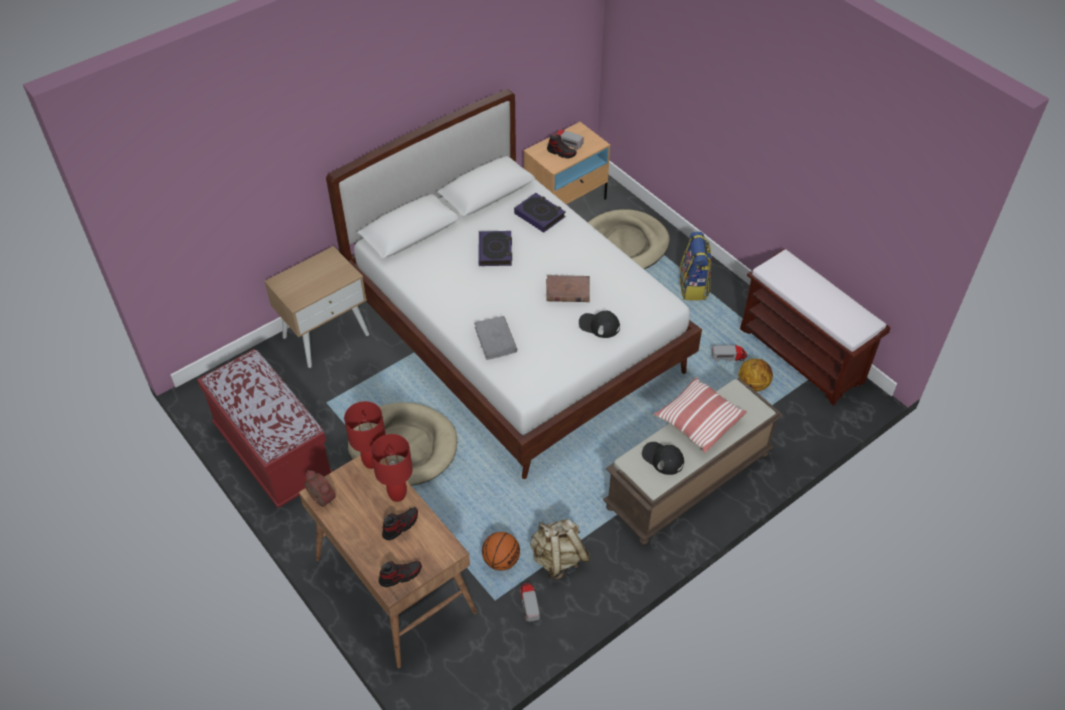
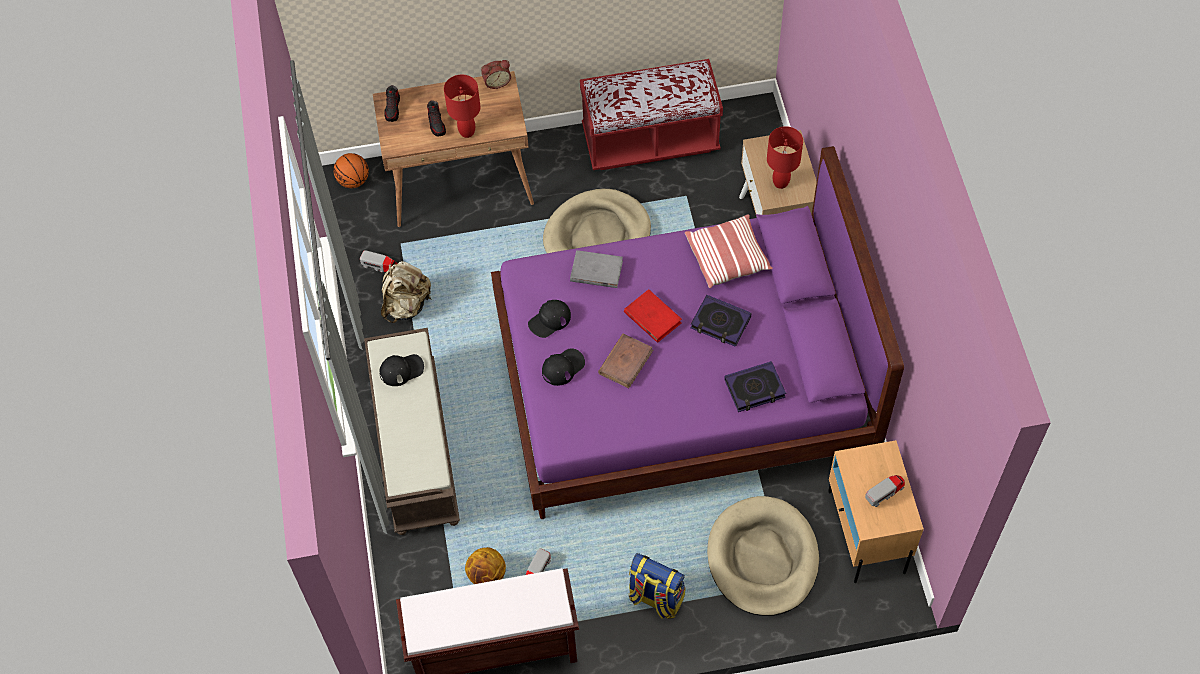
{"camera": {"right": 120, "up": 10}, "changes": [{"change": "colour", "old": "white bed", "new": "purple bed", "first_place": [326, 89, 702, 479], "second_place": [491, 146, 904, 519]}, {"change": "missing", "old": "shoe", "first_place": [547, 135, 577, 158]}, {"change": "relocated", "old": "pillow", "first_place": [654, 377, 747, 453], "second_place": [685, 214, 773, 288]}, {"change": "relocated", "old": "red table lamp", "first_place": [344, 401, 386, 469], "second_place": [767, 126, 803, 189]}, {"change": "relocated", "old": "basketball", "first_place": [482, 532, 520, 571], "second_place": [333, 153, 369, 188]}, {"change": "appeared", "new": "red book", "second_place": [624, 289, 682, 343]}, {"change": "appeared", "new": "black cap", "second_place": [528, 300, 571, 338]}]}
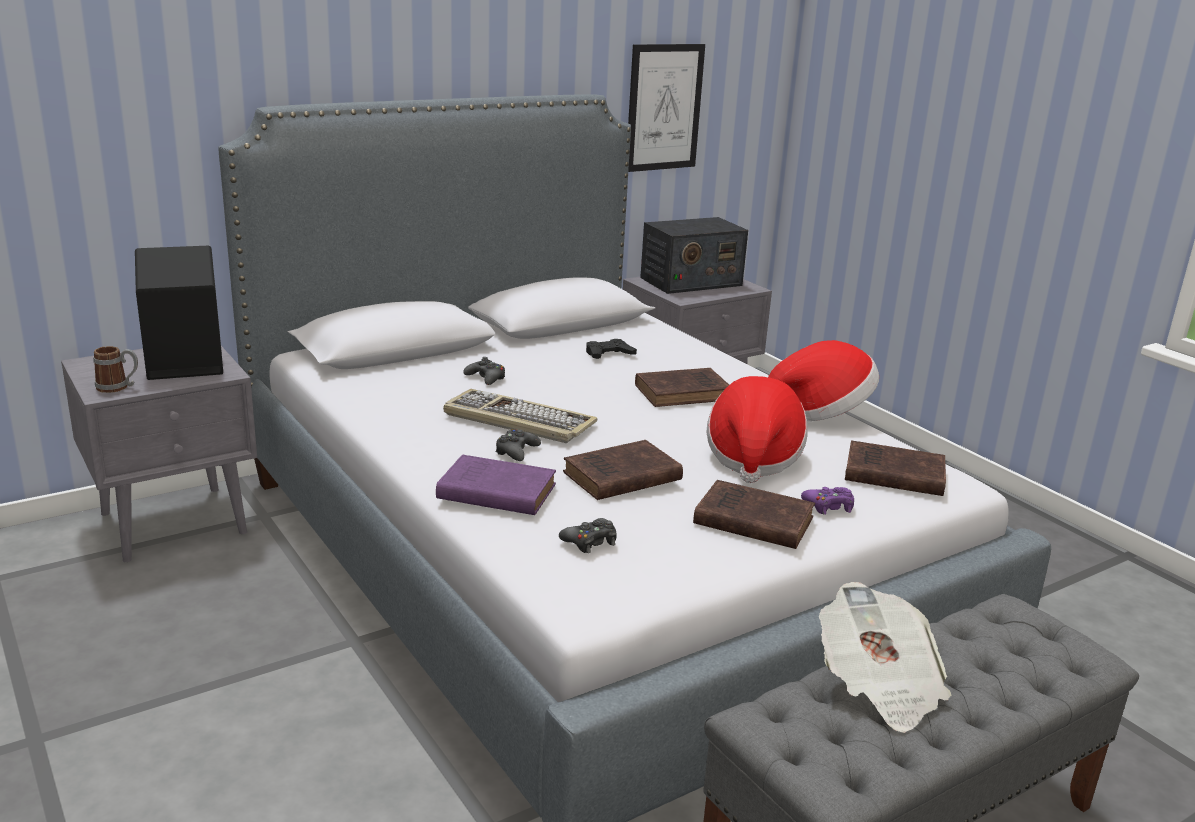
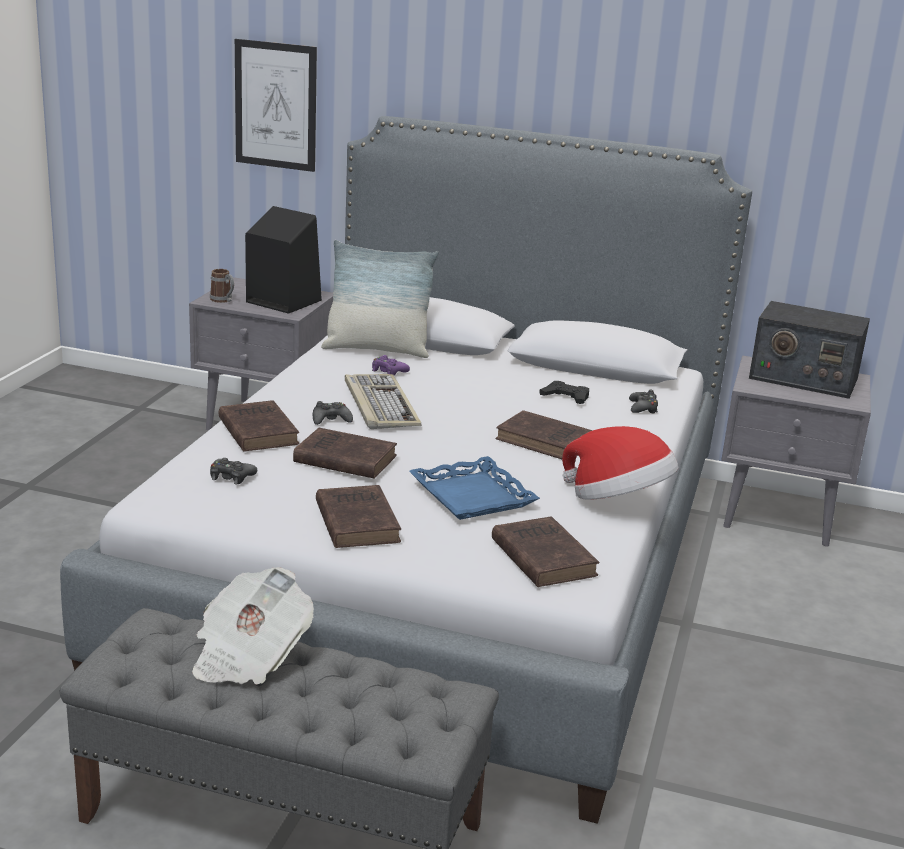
{"camera": {"right": 50, "up": 0}, "changes": [{"change": "relocated", "old": "picture", "first_place": [628, 44, 705, 172], "second_place": [235, 39, 317, 172]}, {"change": "relocated", "old": "black game controller", "first_place": [463, 357, 505, 385], "second_place": [629, 390, 658, 413]}, {"change": "exchanged", "old": "hat", "new": "blue tray", "first_place": [707, 376, 808, 483], "second_place": [409, 456, 540, 520]}, {"change": "colour", "old": "purple book", "new": "brown book", "first_place": [436, 455, 556, 515], "second_place": [219, 400, 299, 452]}, {"change": "relocated", "old": "purple game controller", "first_place": [801, 487, 854, 515], "second_place": [372, 355, 410, 375]}, {"change": "appeared", "new": "pillow", "second_place": [321, 240, 439, 358]}]}
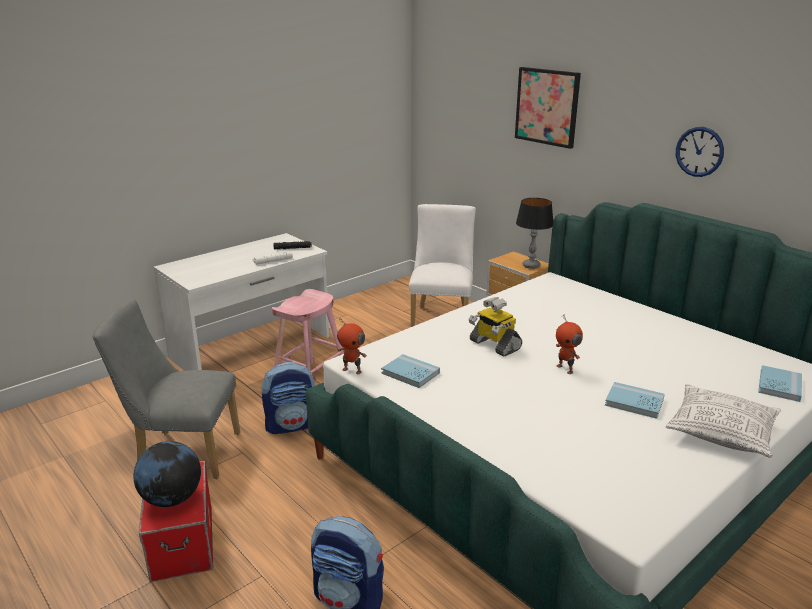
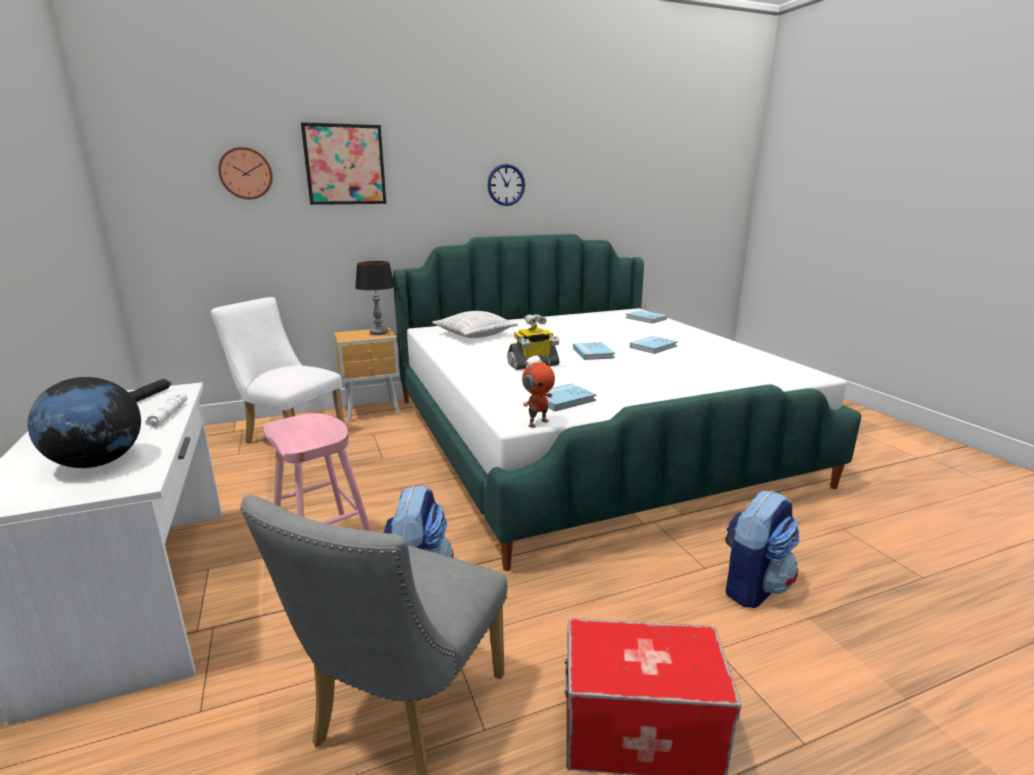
{"camera": {"right": -70, "up": -5}, "changes": [{"change": "exchanged", "old": "toy robot", "new": "blue book", "first_place": [556, 315, 583, 374], "second_place": [573, 342, 615, 360]}, {"change": "relocated", "old": "pillow", "first_place": [666, 384, 781, 458], "second_place": [432, 311, 518, 338]}, {"change": "relocated", "old": "globe", "first_place": [133, 441, 201, 507], "second_place": [28, 377, 141, 468]}, {"change": "appeared", "new": "wall clock", "second_place": [218, 147, 273, 199]}]}
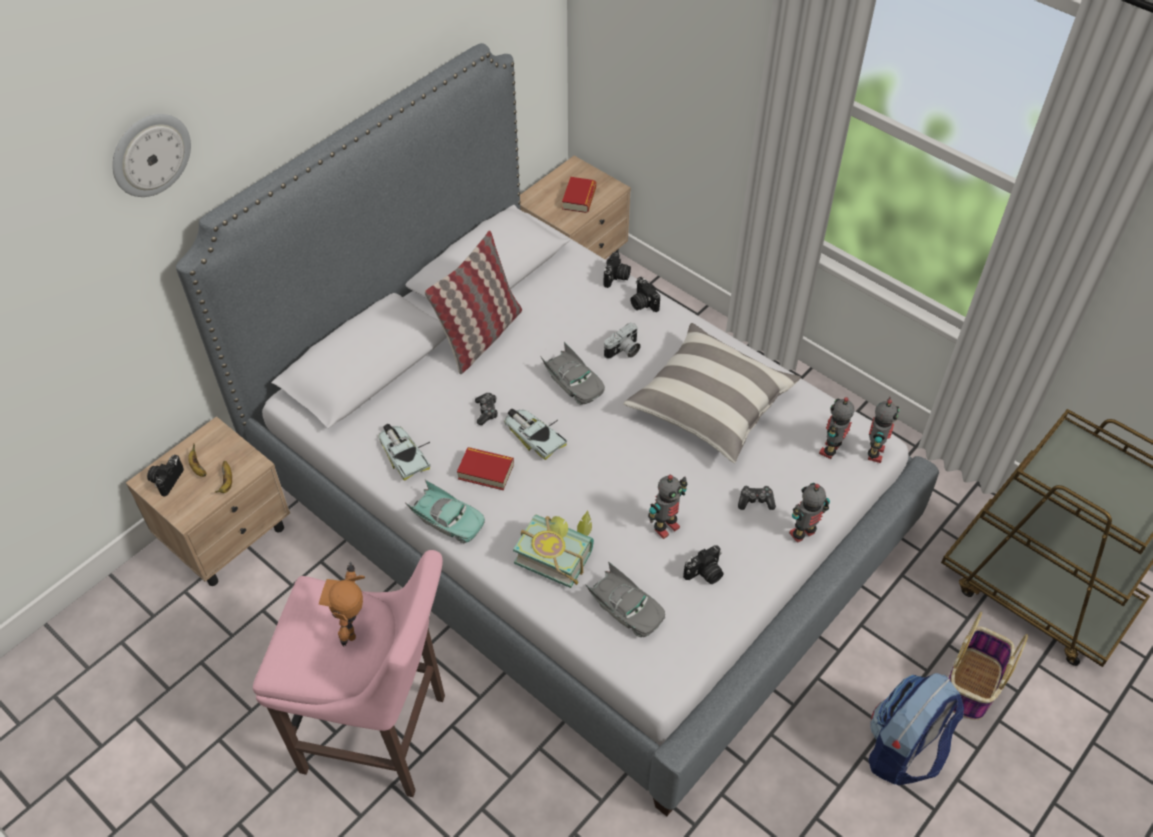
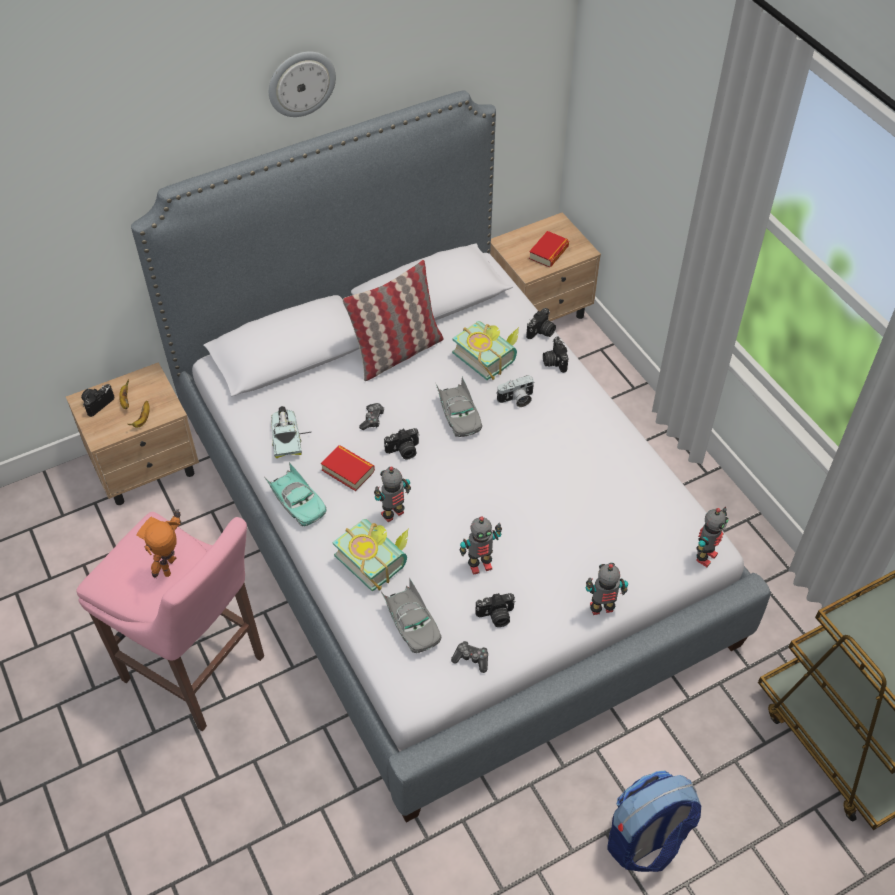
{"camera": {"right": 20, "up": 0}, "changes": [{"change": "relocated", "old": "wall clock", "first_place": [112, 114, 191, 197], "second_place": [269, 52, 336, 117]}, {"change": "missing", "old": "pillow", "first_place": [624, 323, 801, 463]}, {"change": "relocated", "old": "toy robot", "first_place": [819, 397, 855, 459], "second_place": [374, 466, 411, 522]}, {"change": "exchanged", "old": "toy car", "new": "photo camera", "first_place": [504, 409, 568, 460], "second_place": [384, 428, 419, 460]}, {"change": "relocated", "old": "game controller", "first_place": [738, 486, 776, 510], "second_place": [451, 641, 488, 673]}, {"change": "missing", "old": "basket", "first_place": [948, 612, 1028, 720]}, {"change": "appeared", "new": "book", "second_place": [452, 321, 519, 380]}]}
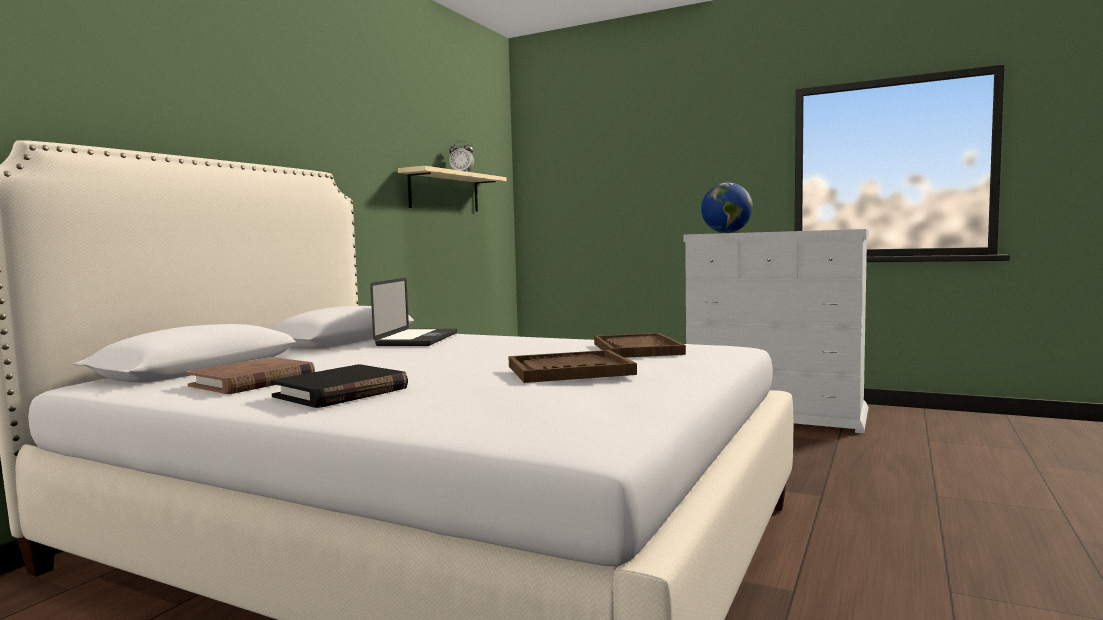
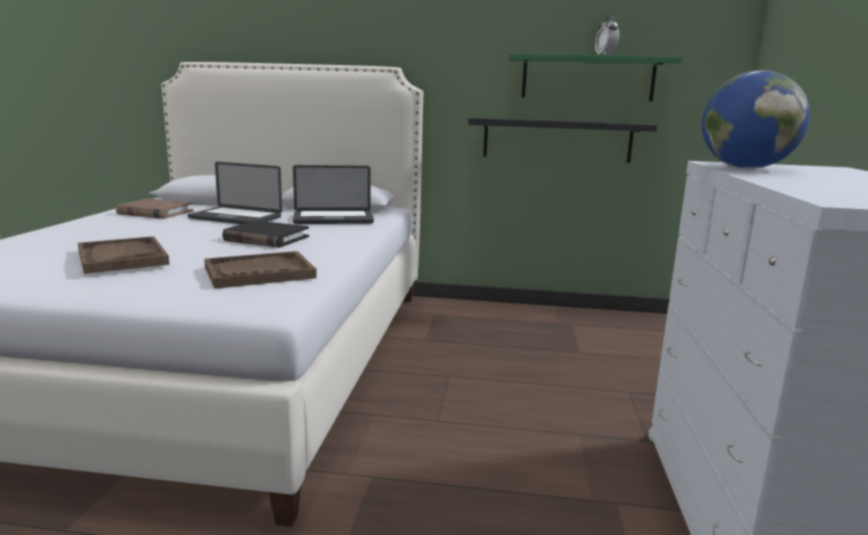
{"camera": {"right": 70, "up": 10}, "changes": [{"change": "colour", "old": "beige shelf", "new": "green shelf", "first_place": [398, 166, 507, 212], "second_place": [509, 53, 682, 101]}, {"change": "relocated", "old": "black book", "first_place": [271, 364, 408, 408], "second_place": [222, 220, 309, 248]}, {"change": "appeared", "new": "black shelf", "second_place": [468, 117, 658, 163]}, {"change": "appeared", "new": "laptop", "second_place": [188, 162, 282, 224]}]}
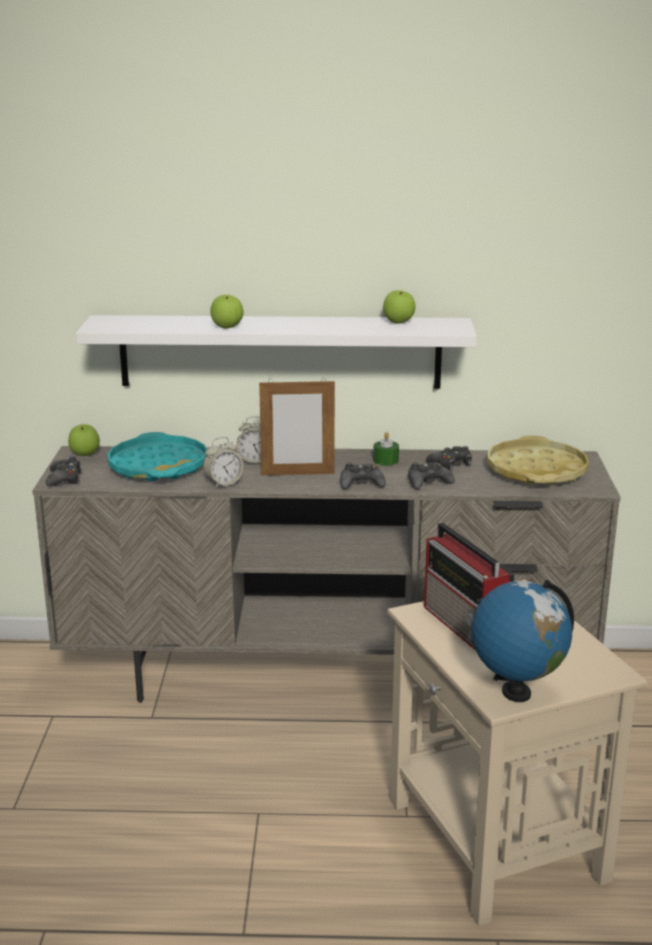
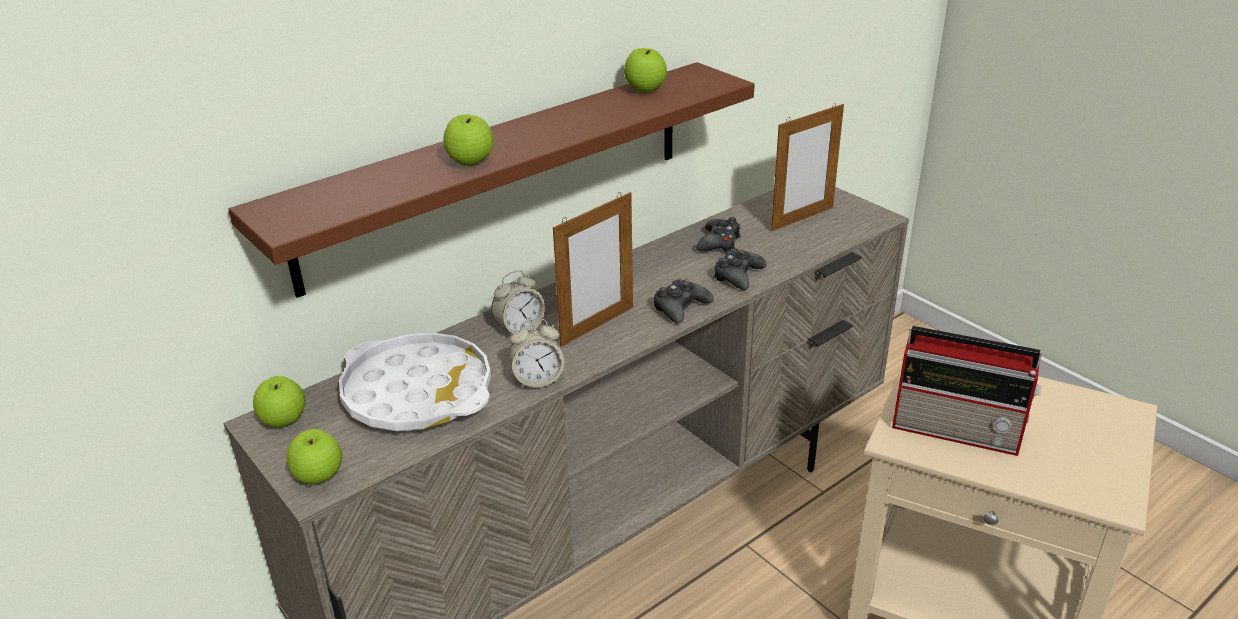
{"camera": {"right": -40, "up": 10}, "changes": [{"change": "colour", "old": "white shelf", "new": "brown shelf", "first_place": [76, 315, 477, 389], "second_place": [228, 62, 755, 298]}, {"change": "colour", "old": "turquoise tray", "new": "white tray", "first_place": [107, 432, 207, 481], "second_place": [339, 333, 491, 432]}, {"change": "missing", "old": "green candle", "first_place": [373, 432, 399, 466]}, {"change": "exchanged", "old": "yellow tray", "new": "picture frame", "first_place": [487, 436, 589, 486], "second_place": [771, 103, 844, 231]}, {"change": "spun", "old": "alarm clock", "first_place": [203, 437, 243, 489], "second_place": [510, 318, 564, 388], "degrees": 60}, {"change": "exchanged", "old": "black game controller", "new": "apple", "first_place": [46, 456, 82, 486], "second_place": [287, 429, 343, 484]}, {"change": "missing", "old": "globe", "first_place": [471, 580, 574, 702]}]}
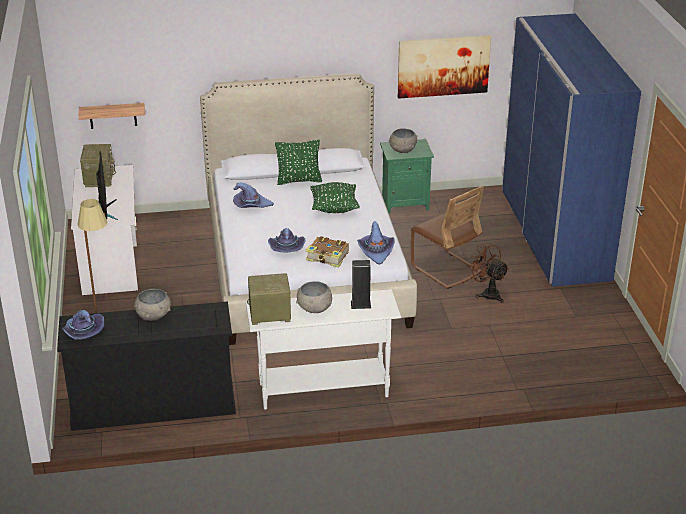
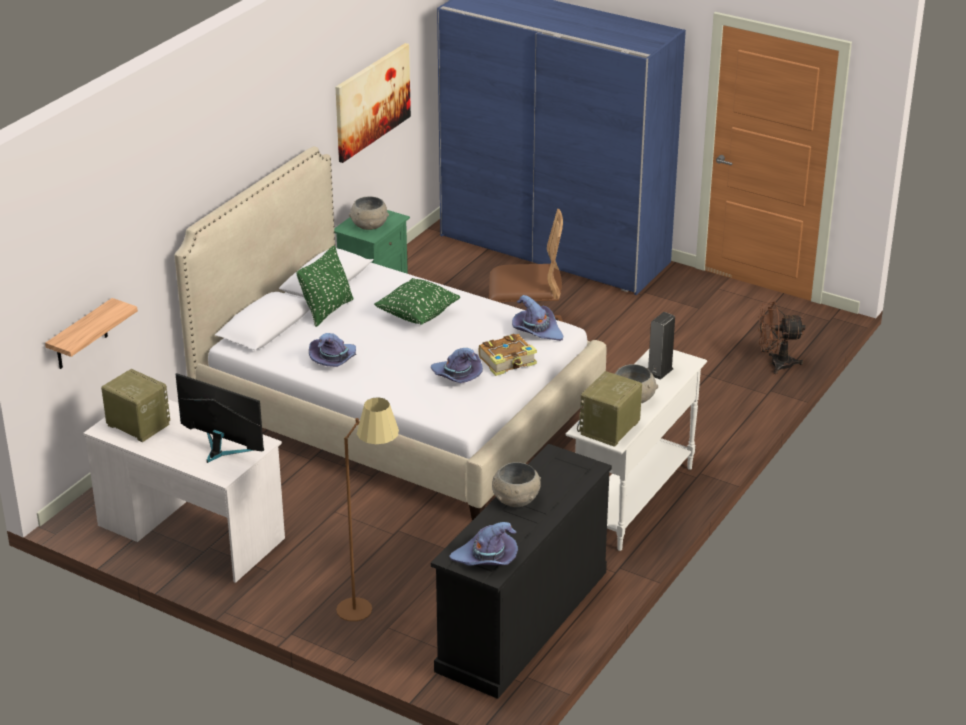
{"camera": {"right": -50, "up": 0}, "changes": [{"change": "relocated", "old": "brown fan", "first_place": [466, 242, 509, 303], "second_place": [758, 302, 806, 374]}]}
